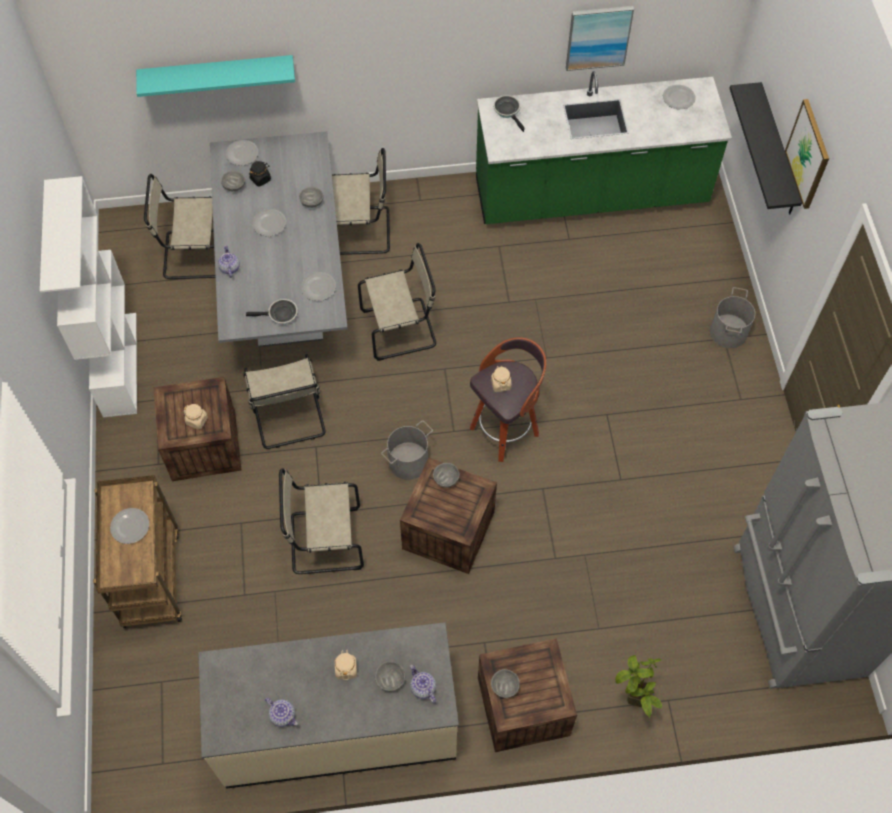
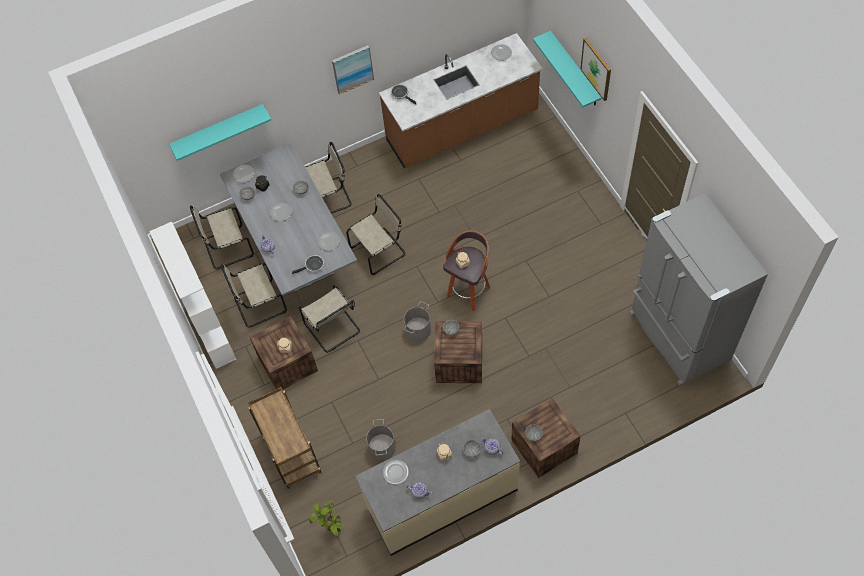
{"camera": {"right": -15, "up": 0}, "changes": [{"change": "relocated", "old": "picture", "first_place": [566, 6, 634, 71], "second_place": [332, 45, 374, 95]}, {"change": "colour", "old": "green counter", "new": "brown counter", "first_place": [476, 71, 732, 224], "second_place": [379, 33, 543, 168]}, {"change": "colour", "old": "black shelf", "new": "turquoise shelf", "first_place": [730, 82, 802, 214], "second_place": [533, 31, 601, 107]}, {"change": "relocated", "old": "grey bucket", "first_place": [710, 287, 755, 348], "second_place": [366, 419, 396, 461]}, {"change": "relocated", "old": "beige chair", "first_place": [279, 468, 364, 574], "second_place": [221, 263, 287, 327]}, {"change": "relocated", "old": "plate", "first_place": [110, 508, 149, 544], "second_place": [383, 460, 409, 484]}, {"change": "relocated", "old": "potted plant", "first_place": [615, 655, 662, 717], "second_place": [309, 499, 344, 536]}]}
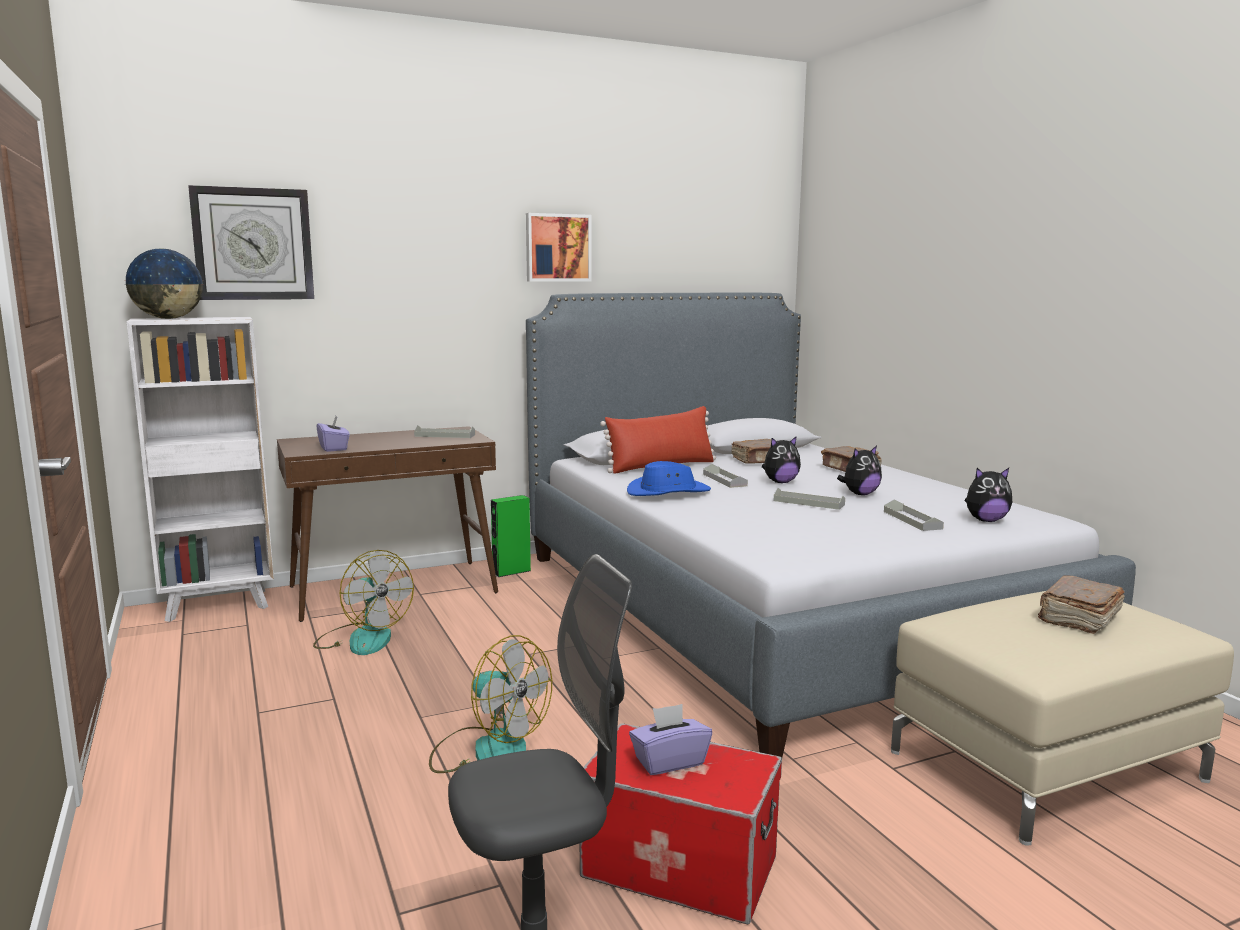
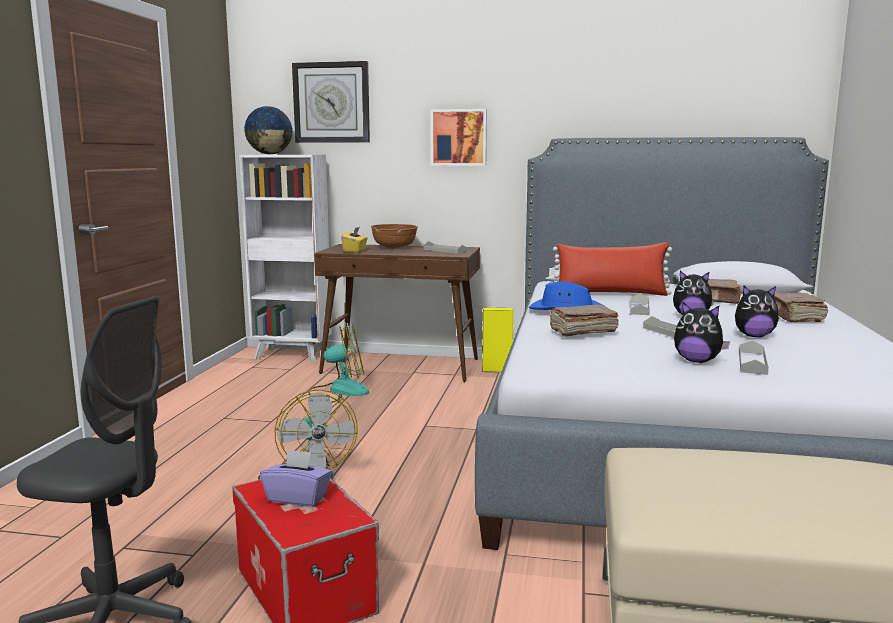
{"camera": {"right": 35, "up": 0}, "changes": [{"change": "relocated", "old": "picture", "first_place": [526, 213, 591, 281], "second_place": [431, 109, 487, 166]}, {"change": "colour", "old": "purple tissue box", "new": "yellow tissue box", "first_place": [316, 416, 350, 452], "second_place": [341, 227, 368, 253]}, {"change": "relocated", "old": "plush toy", "first_place": [965, 468, 1012, 522], "second_place": [674, 302, 730, 363]}, {"change": "colour", "old": "green speaker", "new": "yellow speaker", "first_place": [491, 495, 531, 577], "second_place": [482, 308, 513, 372]}, {"change": "spun", "old": "fan", "first_place": [313, 550, 414, 655], "second_place": [308, 322, 369, 403], "degrees": -90}, {"change": "relocated", "old": "brown book", "first_place": [1038, 575, 1125, 634], "second_place": [550, 304, 619, 337]}, {"change": "appeared", "new": "brown bowl", "second_place": [371, 224, 418, 249]}]}
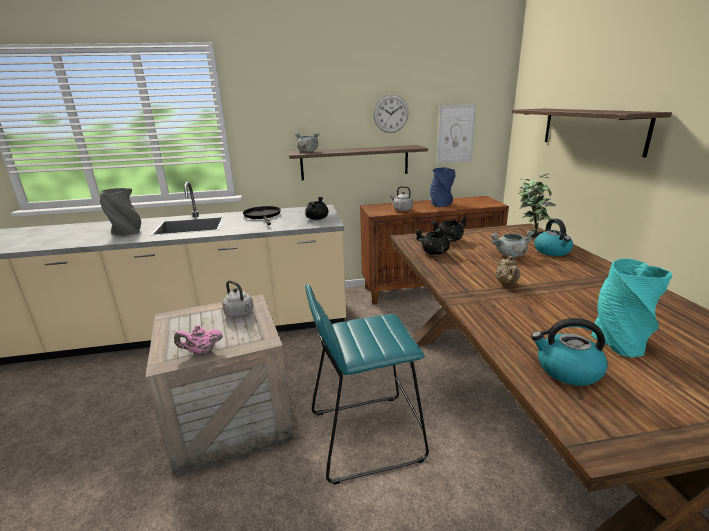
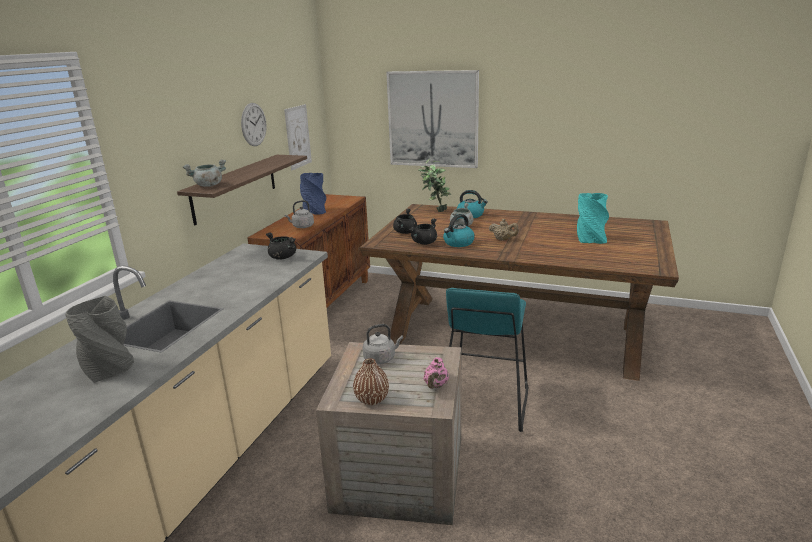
{"camera": {"right": -60, "up": 0}, "changes": [{"change": "exchanged", "old": "shelf", "new": "picture", "first_place": [512, 109, 672, 157], "second_place": [386, 70, 479, 168]}, {"change": "missing", "old": "black frying pan", "first_place": [243, 206, 281, 225]}, {"change": "relocated", "old": "kettle", "first_place": [531, 318, 608, 386], "second_place": [443, 214, 475, 247]}, {"change": "appeared", "new": "brown vase", "second_place": [353, 358, 389, 405]}]}
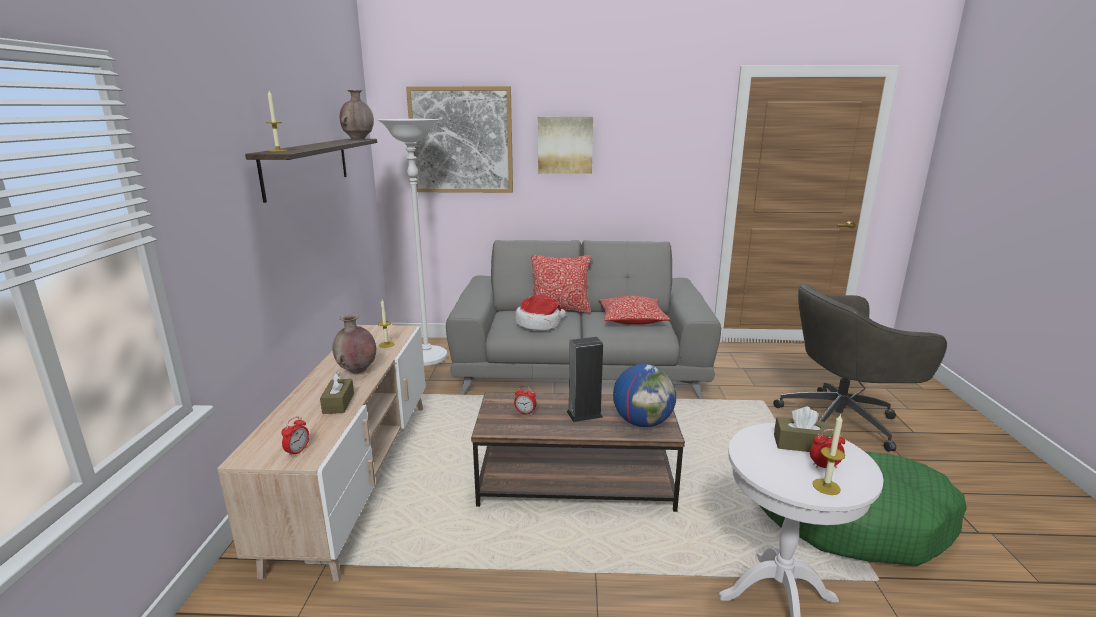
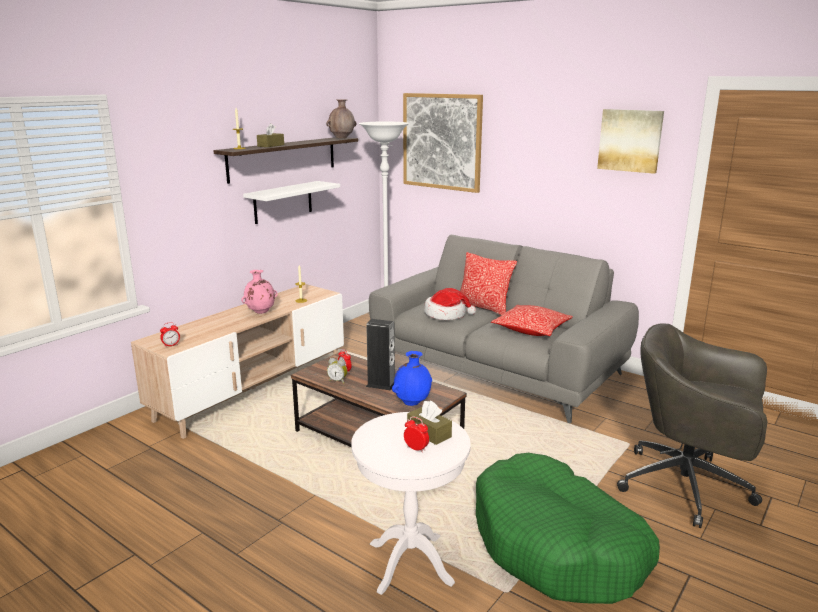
{"camera": {"right": 35, "up": 0}, "changes": [{"change": "relocated", "old": "picture", "first_place": [538, 117, 593, 174], "second_place": [597, 109, 664, 174]}, {"change": "colour", "old": "brown vase", "new": "pink vase", "first_place": [332, 314, 376, 373], "second_place": [241, 270, 278, 314]}, {"change": "exchanged", "old": "globe", "new": "blue vase", "first_place": [613, 364, 676, 427], "second_place": [392, 351, 432, 406]}, {"change": "relocated", "old": "brown tissue box", "first_place": [320, 372, 354, 414], "second_place": [257, 123, 284, 147]}, {"change": "missing", "old": "candle", "first_place": [812, 414, 845, 495]}, {"change": "appeared", "new": "white shelf", "second_place": [243, 181, 340, 224]}, {"change": "appeared", "new": "alarm clock", "second_place": [327, 358, 347, 384]}]}
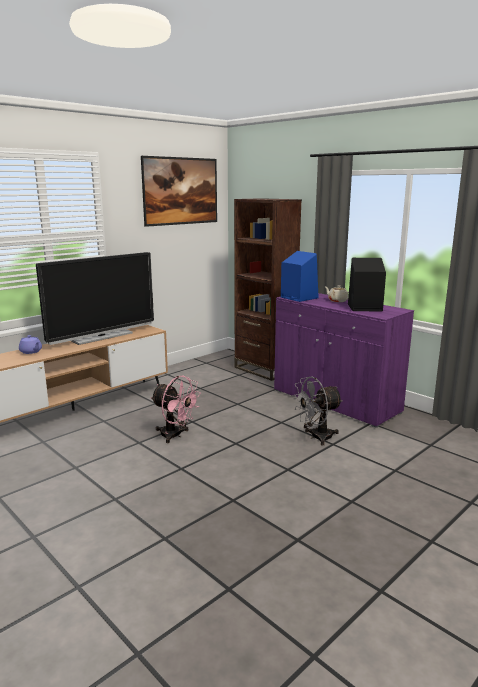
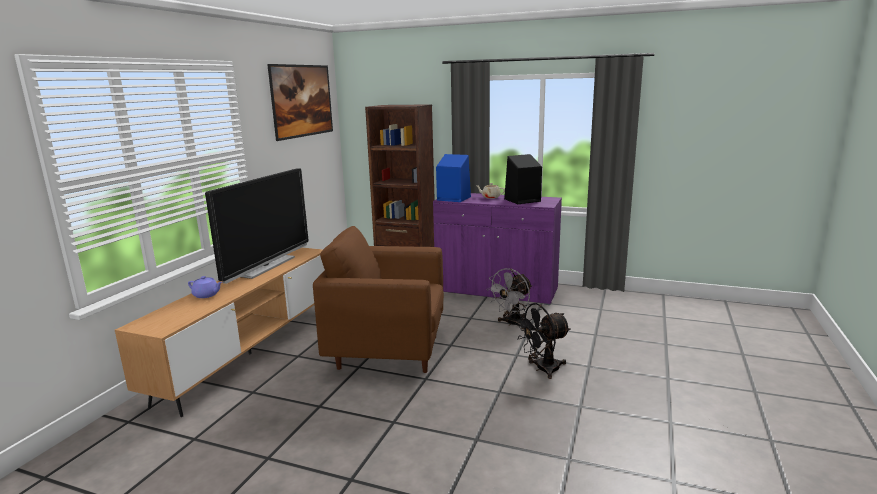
{"camera": {"right": -25, "up": 0}, "changes": [{"change": "exchanged", "old": "pink fan", "new": "brown armchair", "first_place": [151, 376, 201, 443], "second_place": [313, 226, 444, 373]}, {"change": "appeared", "new": "black fan", "second_place": [515, 303, 571, 379]}]}
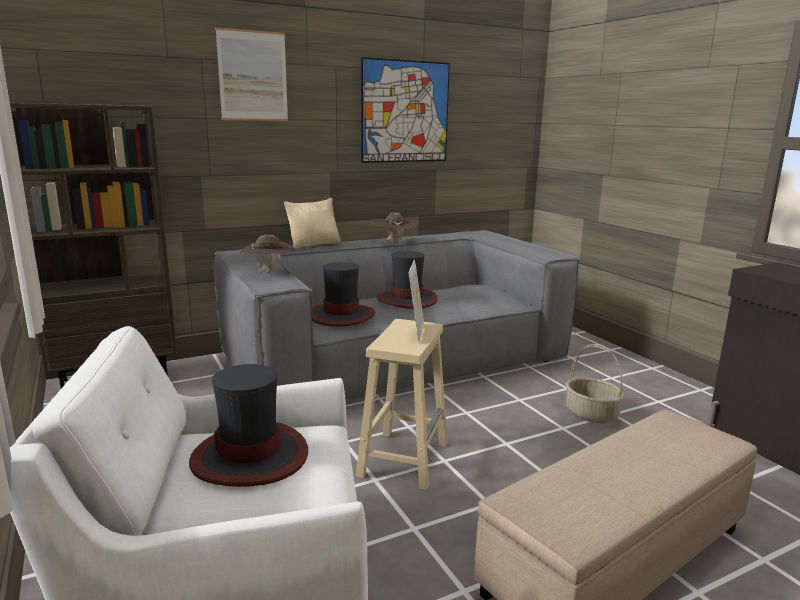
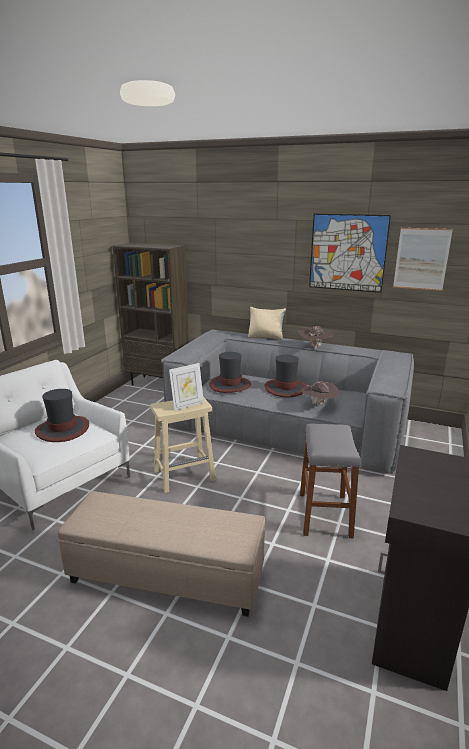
{"camera": {"right": 50, "up": 5}, "changes": [{"change": "relocated", "old": "picture", "first_place": [216, 27, 288, 121], "second_place": [393, 228, 453, 291]}, {"change": "relocated", "old": "brown hat", "first_place": [240, 235, 296, 273], "second_place": [301, 381, 339, 405]}, {"change": "exchanged", "old": "basket", "new": "grey stool", "first_place": [566, 344, 625, 423], "second_place": [300, 424, 361, 538]}]}
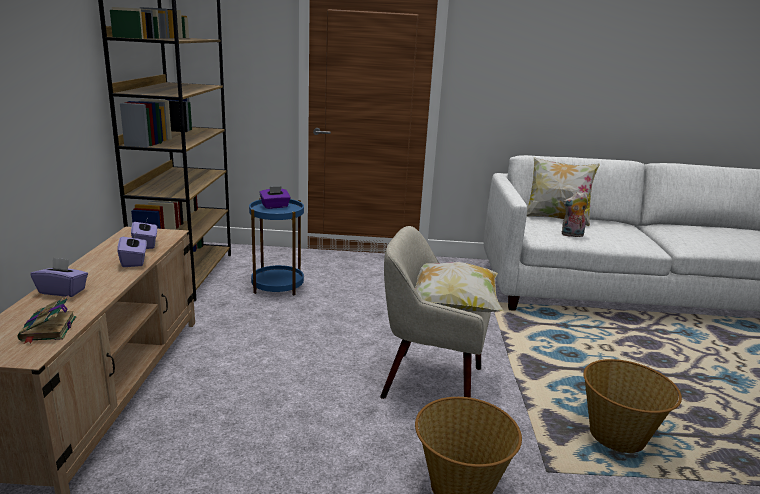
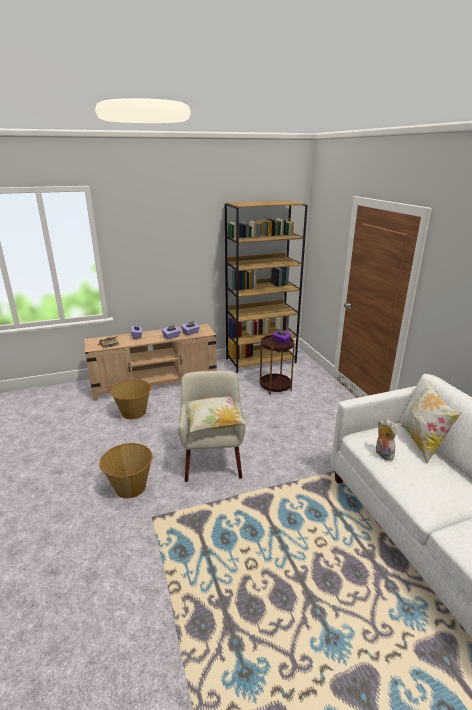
{"camera": {"right": 70, "up": 5}, "changes": [{"change": "colour", "old": "blue side table", "new": "brown side table", "first_place": [249, 198, 304, 296], "second_place": [260, 335, 295, 395]}, {"change": "relocated", "old": "basket", "first_place": [583, 359, 682, 453], "second_place": [110, 379, 151, 419]}]}
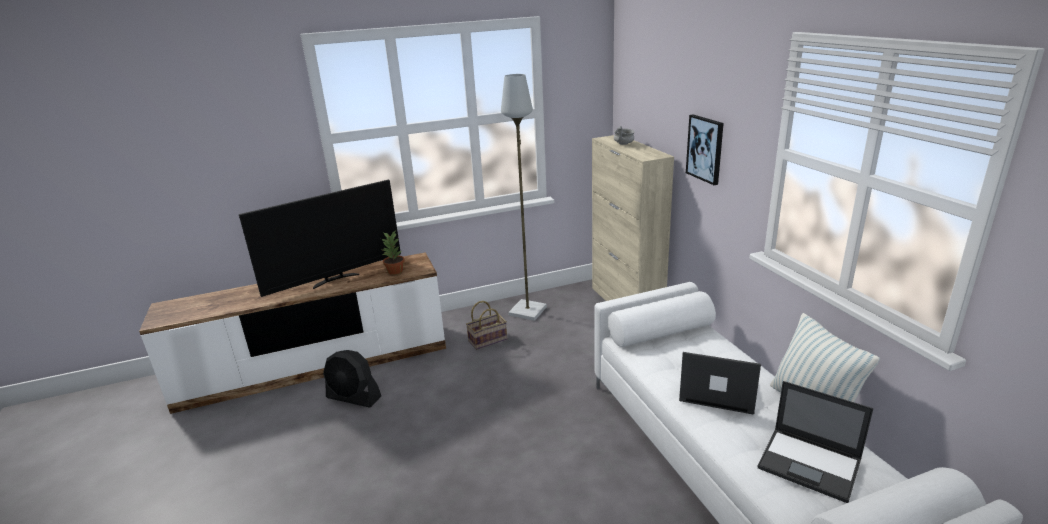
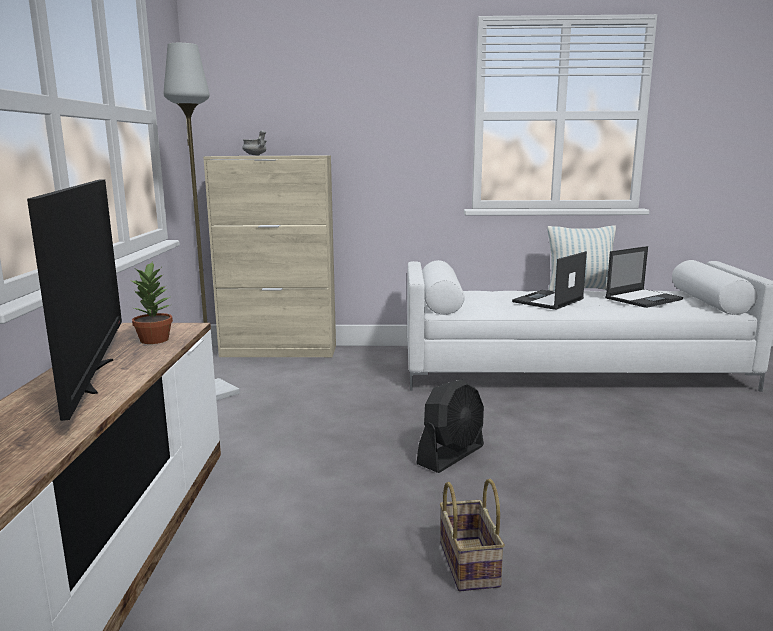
{"camera": {"right": -70, "up": -10}, "changes": [{"change": "missing", "old": "picture", "first_place": [686, 114, 724, 185]}, {"change": "relocated", "old": "basket", "first_place": [466, 301, 507, 350], "second_place": [440, 479, 505, 591]}, {"change": "relocated", "old": "black fan", "first_place": [323, 350, 381, 408], "second_place": [416, 379, 484, 473]}]}
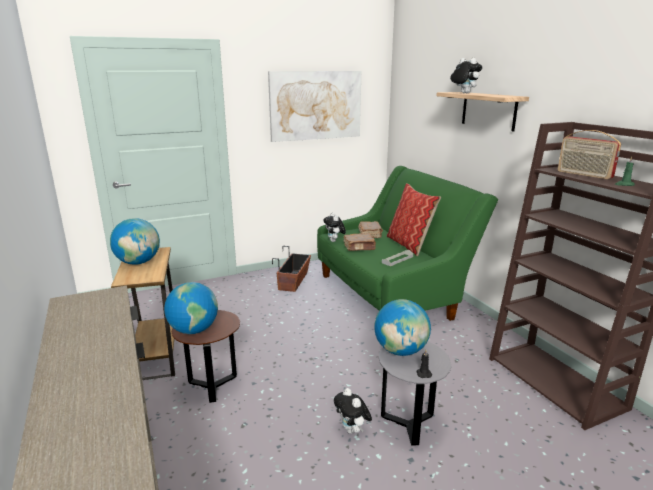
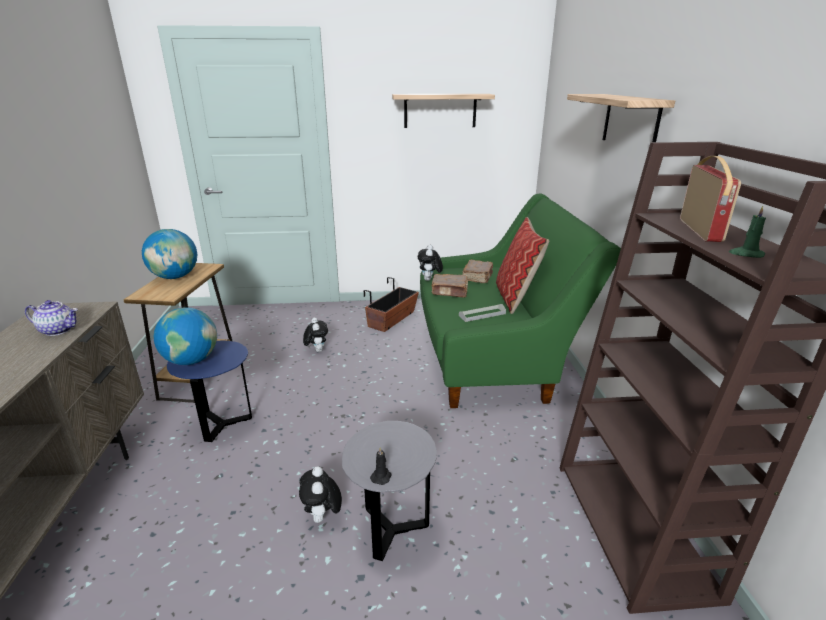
{"camera": {"right": 20, "up": 5}, "changes": [{"change": "relocated", "old": "plush toy", "first_place": [450, 58, 482, 93], "second_place": [303, 317, 328, 352]}, {"change": "exchanged", "old": "picture", "new": "shelf", "first_place": [268, 71, 361, 142], "second_place": [392, 94, 495, 128]}, {"change": "spun", "old": "radio", "first_place": [558, 130, 621, 180], "second_place": [680, 156, 741, 242], "degrees": -150}, {"change": "missing", "old": "globe", "first_place": [374, 299, 431, 356]}, {"change": "colour", "old": "brown side table", "new": "blue side table", "first_place": [172, 310, 240, 403], "second_place": [167, 340, 252, 442]}, {"change": "appeared", "new": "teapot", "second_place": [25, 300, 78, 336]}]}
